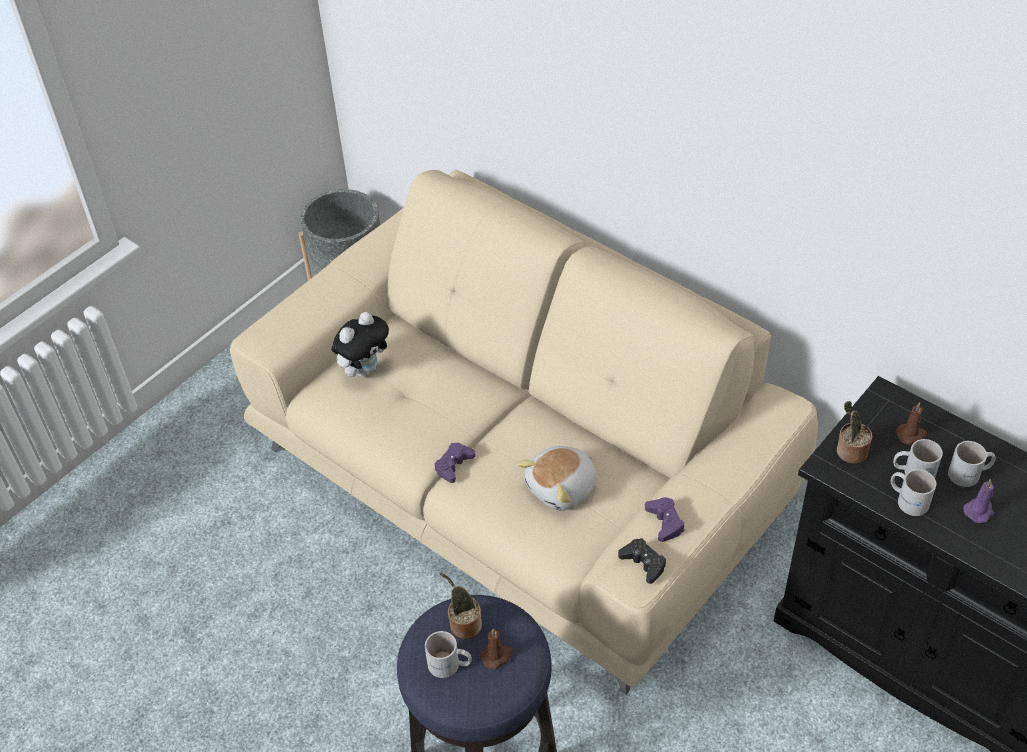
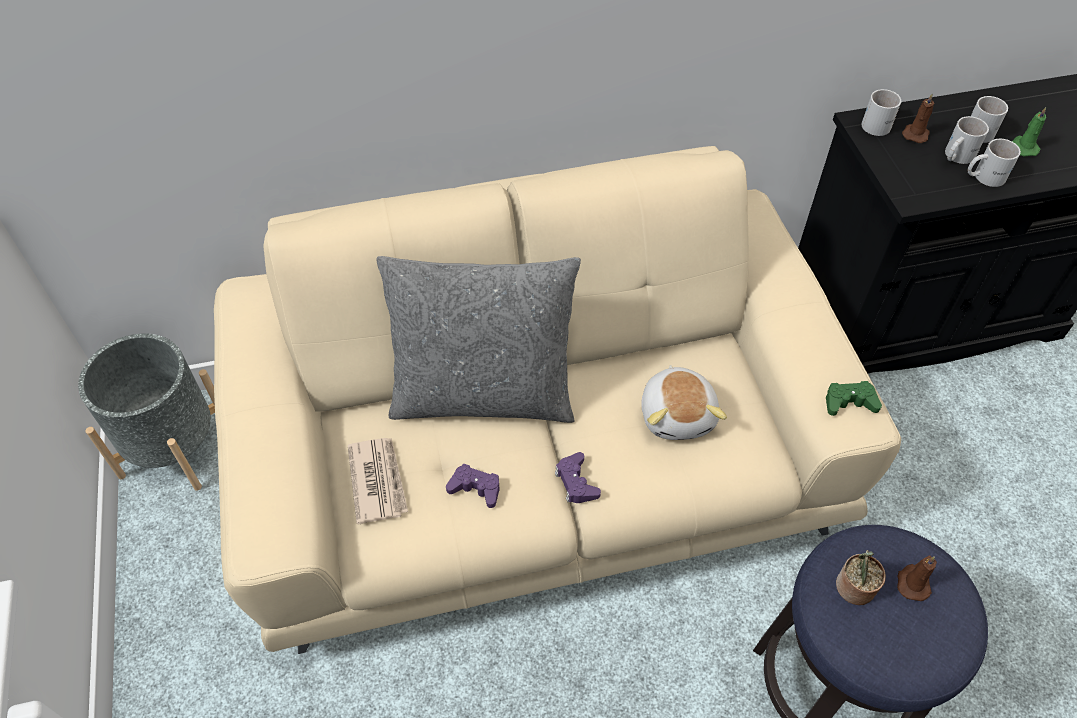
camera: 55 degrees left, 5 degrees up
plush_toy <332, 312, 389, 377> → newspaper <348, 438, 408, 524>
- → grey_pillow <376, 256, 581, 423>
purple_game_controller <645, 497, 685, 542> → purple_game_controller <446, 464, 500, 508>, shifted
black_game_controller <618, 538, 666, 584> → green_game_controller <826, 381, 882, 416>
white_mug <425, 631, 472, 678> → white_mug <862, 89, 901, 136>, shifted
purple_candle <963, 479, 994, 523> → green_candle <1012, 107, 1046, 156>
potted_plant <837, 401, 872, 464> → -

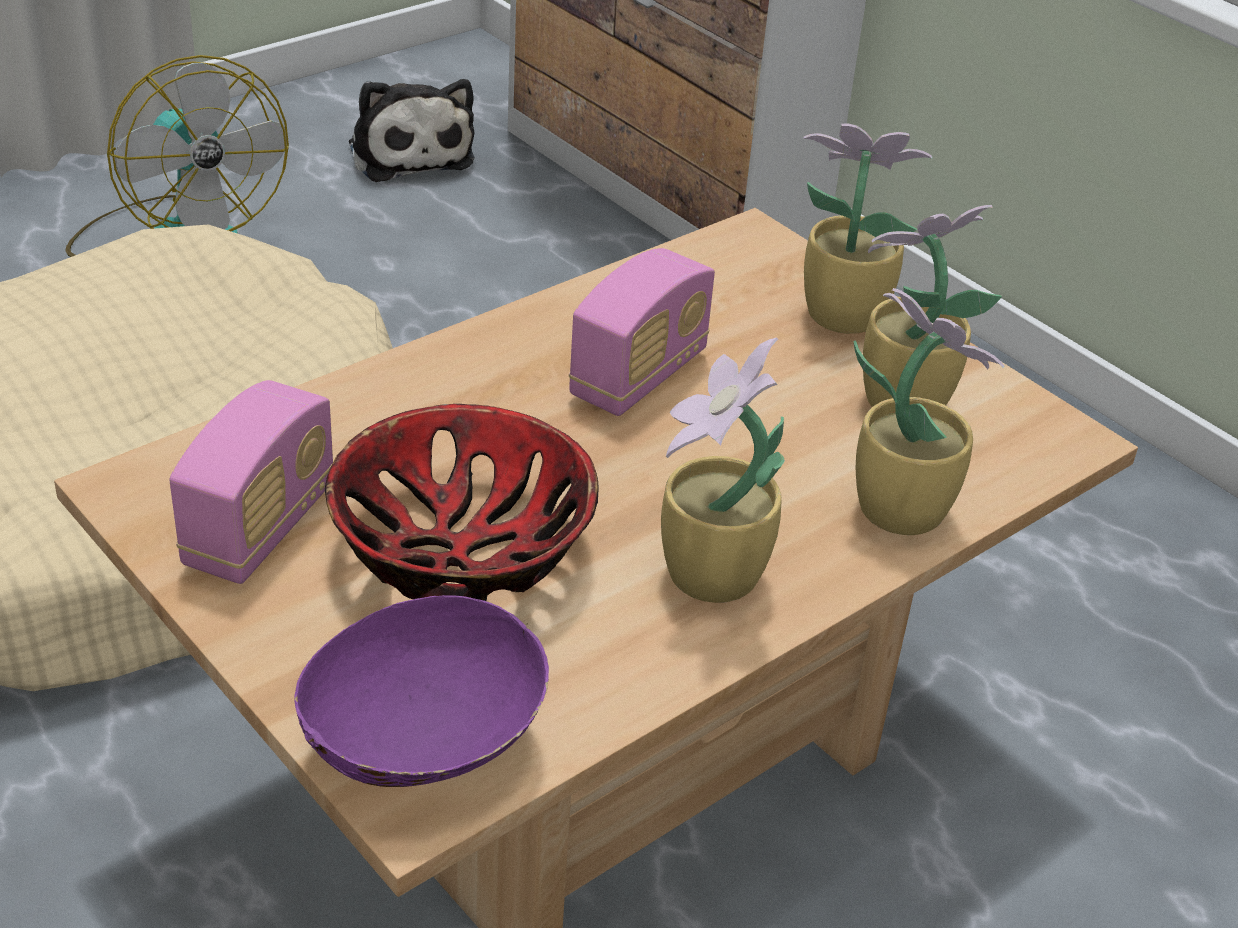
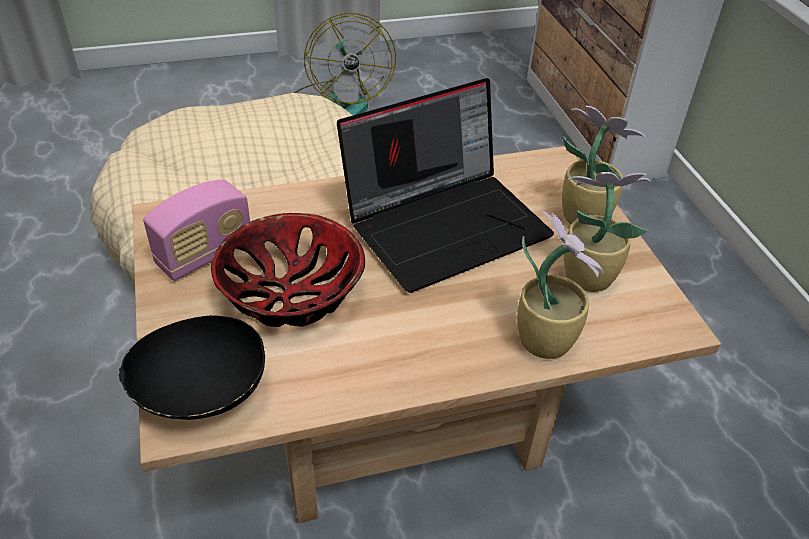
camera: 25 degrees right, 5 degrees up
purple_bowl <294, 595, 549, 787> → black_bowl <119, 315, 266, 420>
radio <569, 248, 715, 416> → laptop <337, 78, 554, 293>
plush_toy <349, 79, 475, 182> → -
potted_plant <661, 337, 785, 603> → -

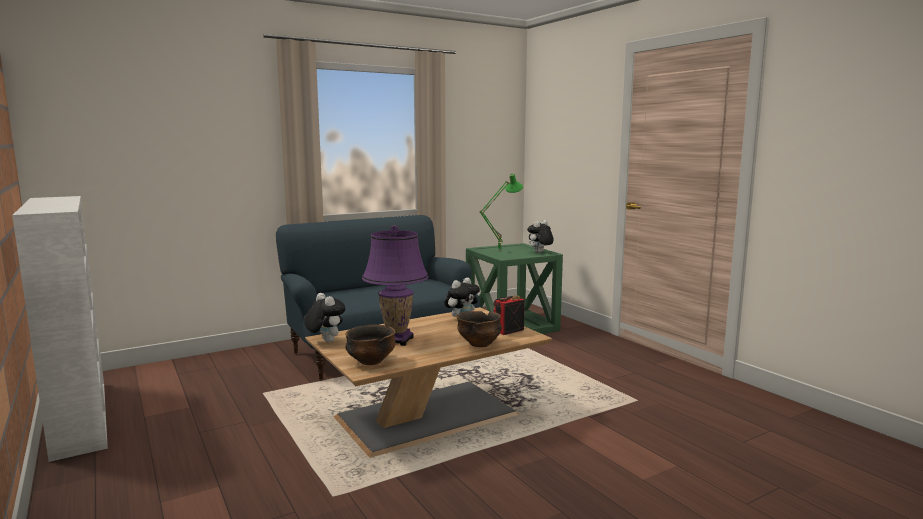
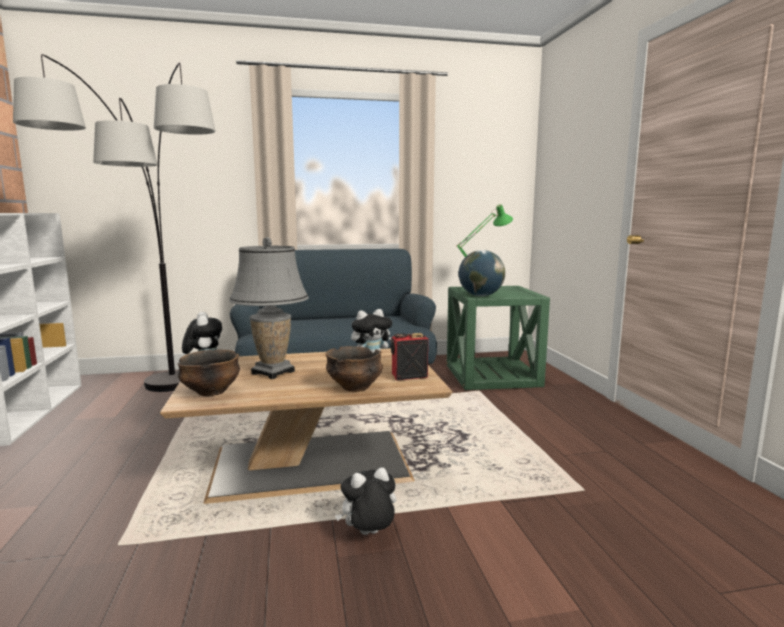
camera: 20 degrees right, 0 degrees up
- → floor_lamp <13, 54, 216, 392>
purple_table_lamp <362, 225, 429, 346> → grey_table_lamp <229, 237, 309, 379>
plush_toy <527, 220, 553, 253> → plush_toy <335, 467, 396, 535>, shifted
- → globe <459, 250, 505, 296>

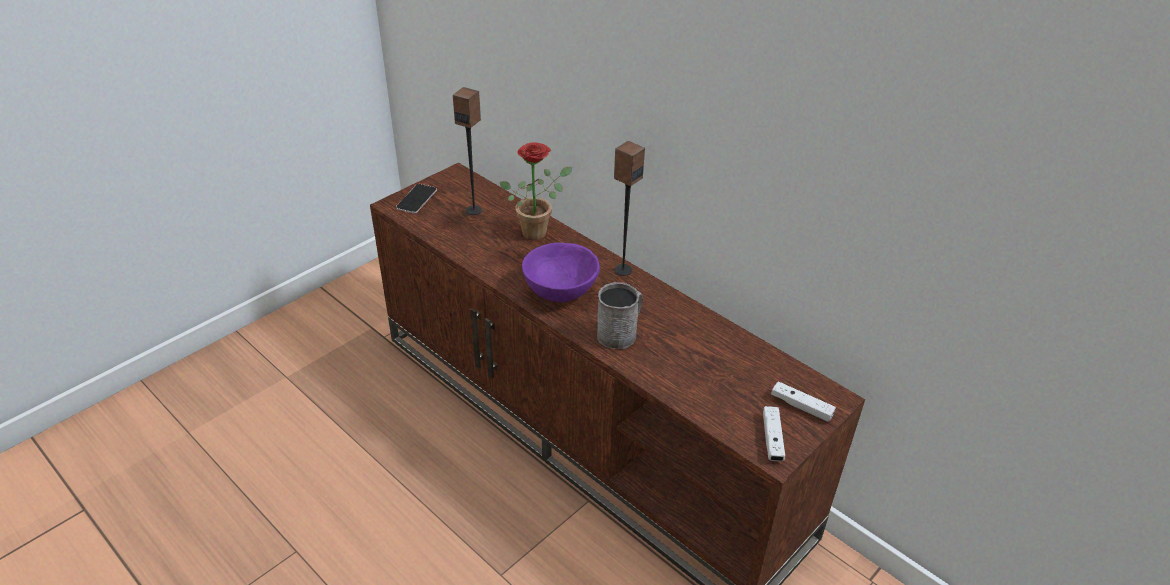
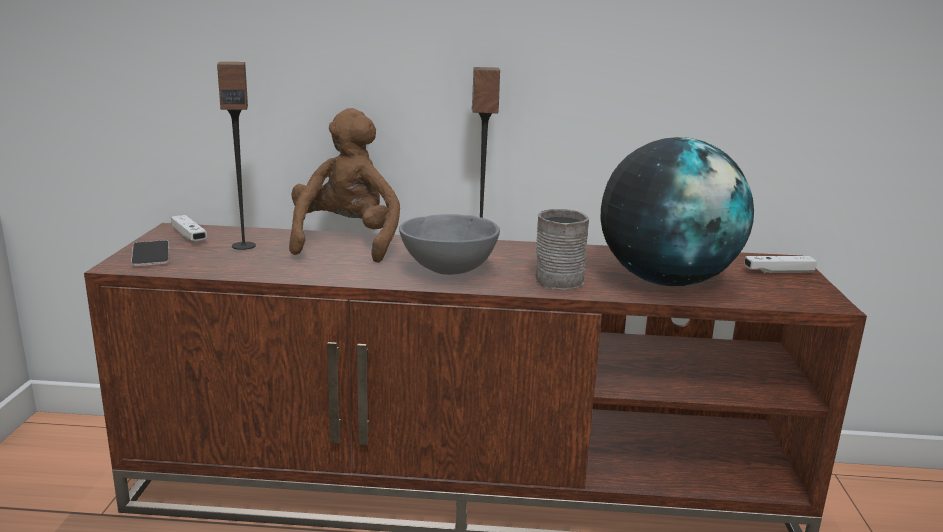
camera: 40 degrees left, 20 degrees down
white_game_controller <763, 406, 785, 461> → white_game_controller <171, 215, 207, 241>, shifted
potted_plant <500, 142, 572, 240> → brown_plush_toy <289, 108, 400, 263>
purple_bowl <522, 243, 600, 302> → grey_bowl <399, 214, 500, 275>
- → globe <601, 137, 754, 286>

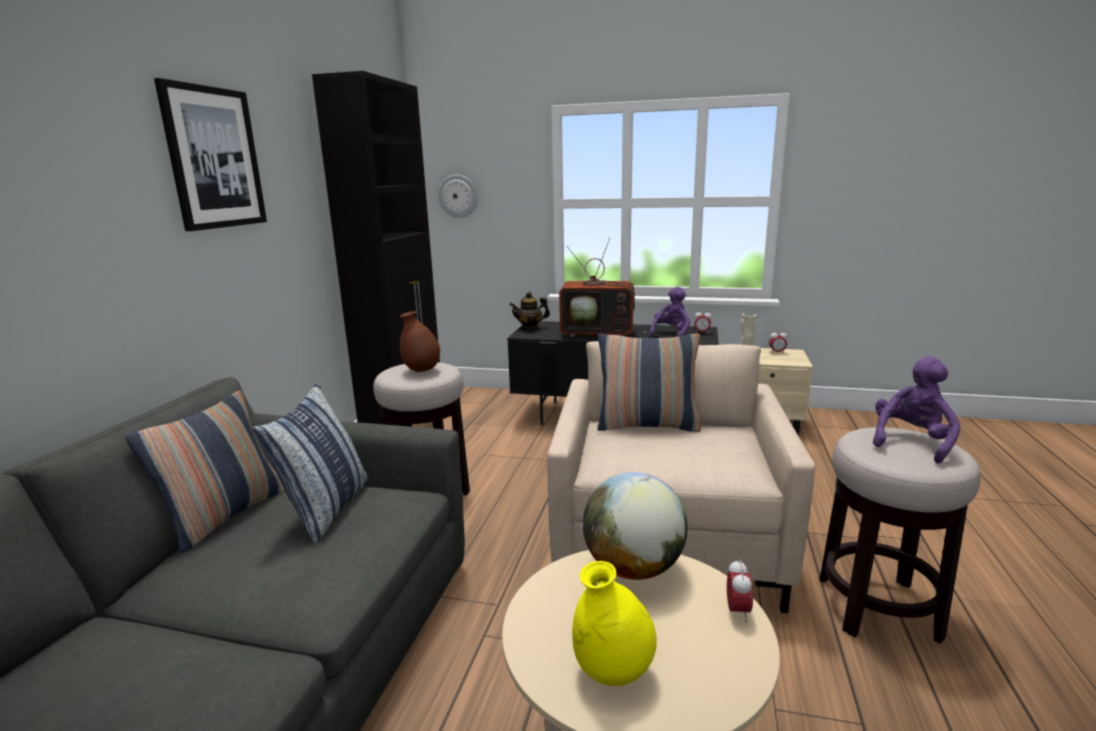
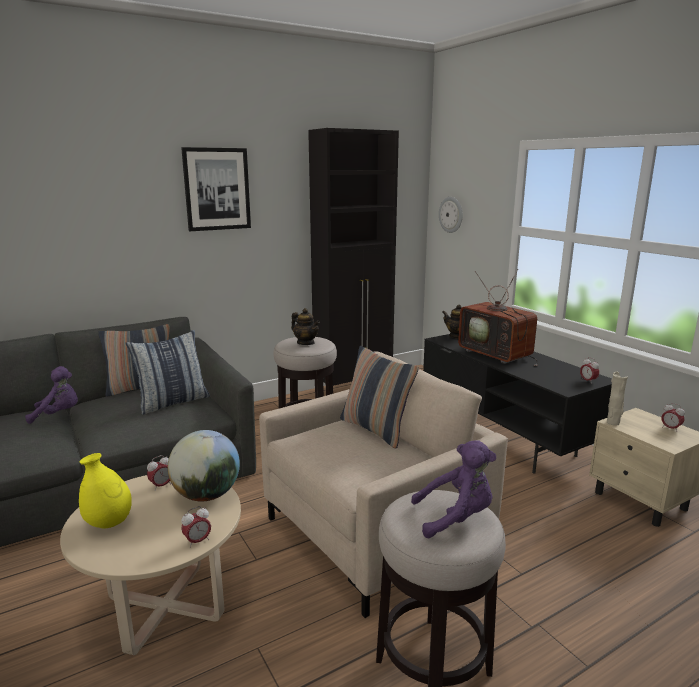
camera: 45 degrees right, 0 degrees up
purple_plush_toy <649, 287, 690, 337> → purple_plush_toy <25, 366, 78, 424>, shifted
- → alarm_clock <147, 455, 171, 491>
brown_vase <400, 311, 440, 372> → teapot <291, 308, 320, 345>

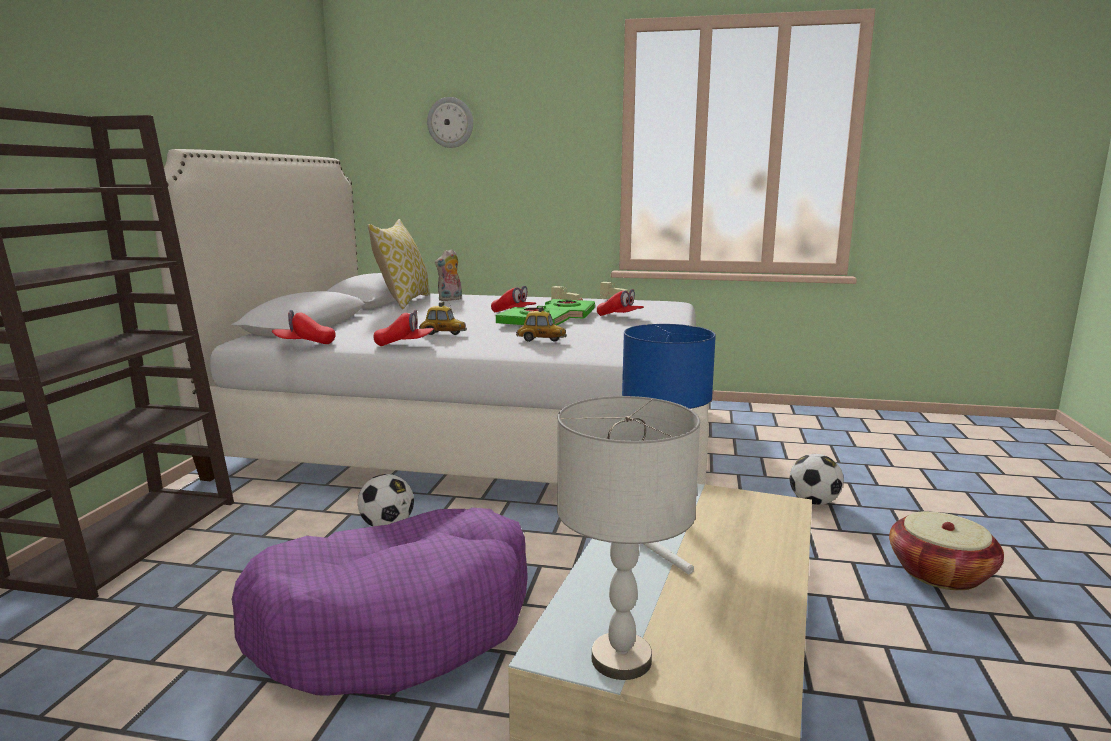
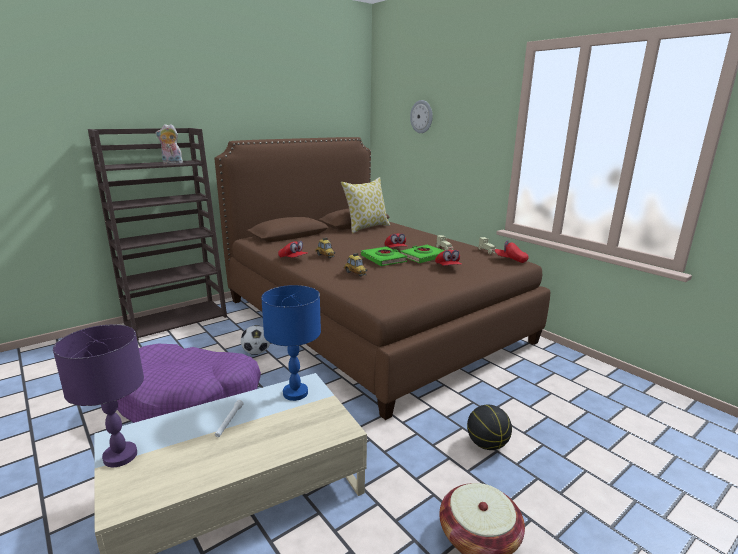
camera: 40 degrees right, 5 degrees up
grey_table_lamp <557, 396, 700, 680> → purple_table_lamp <53, 324, 144, 467>
plush_toy <435, 249, 462, 301> → plush_toy <155, 124, 183, 164>, shifted
white_bed <149, 149, 708, 485> → brown_bed <215, 137, 550, 420>
football <789, 454, 844, 505> → basketball <467, 405, 512, 450>
red_cap <272, 310, 336, 344> → red_cap <495, 240, 529, 263>, shifted

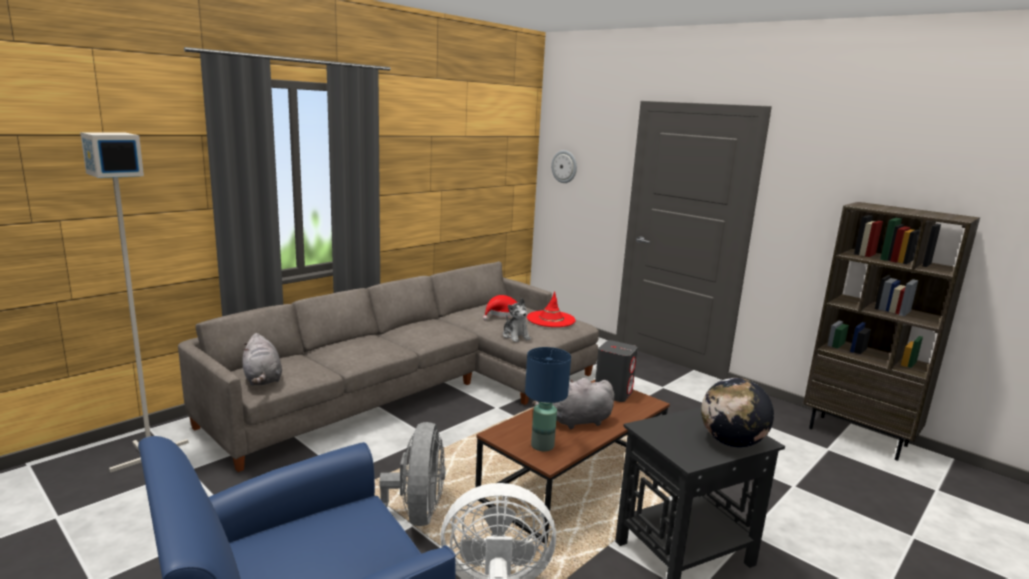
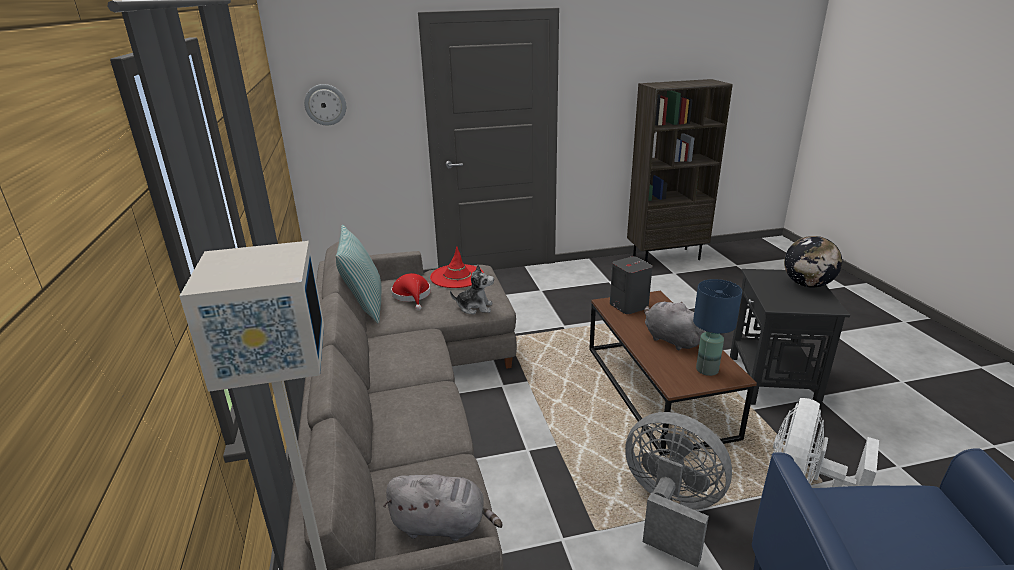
camera: 55 degrees left, 10 degrees up
- → pillow <336, 225, 381, 323>
grey_plush_toy <533, 378, 615, 429> → grey_plush_toy <644, 302, 706, 350>, 120 degrees clockwise

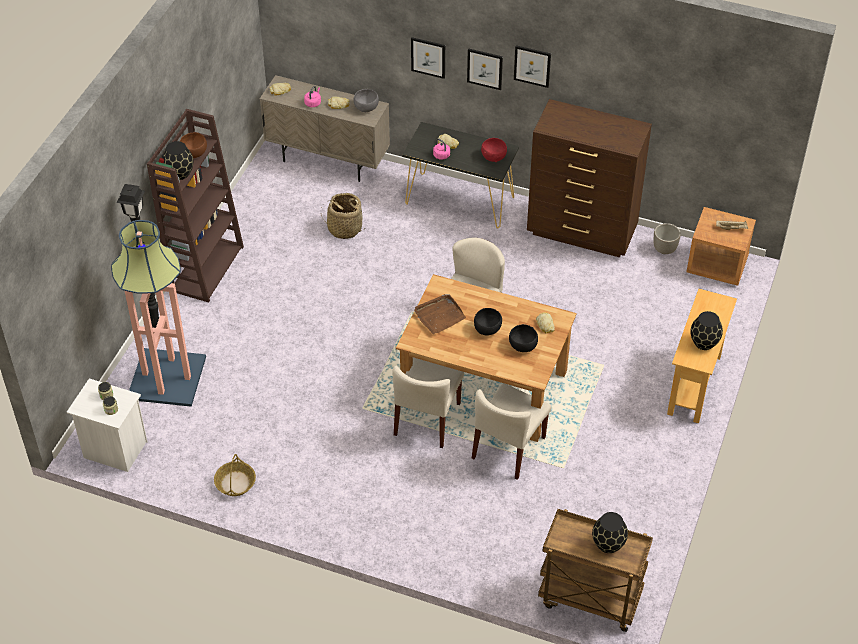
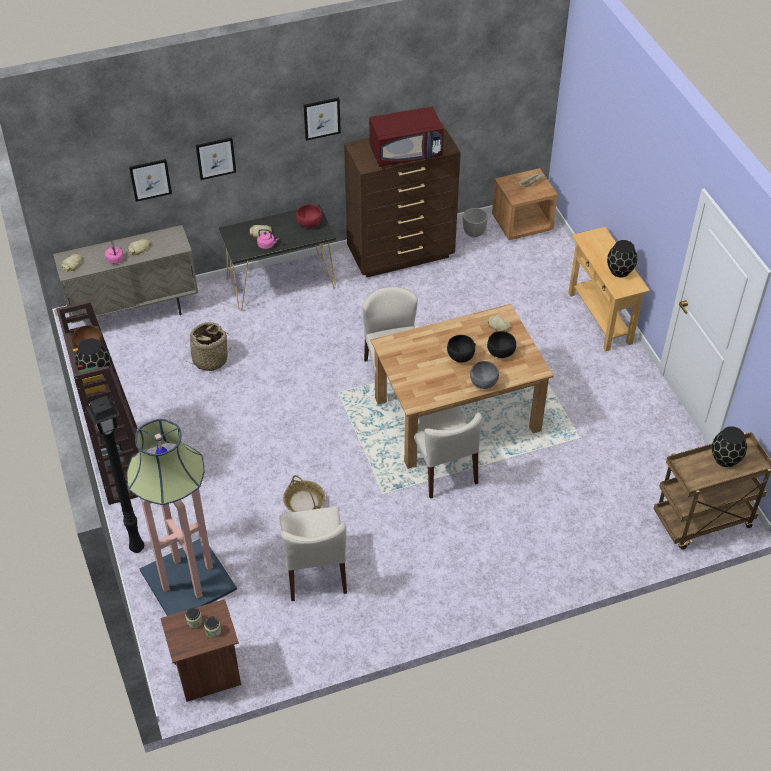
camera: 40 degrees left, 0 degrees up
picture <467, 48, 503, 90> → picture <129, 159, 172, 202>, shifted
white_nightstand <67, 379, 148, 472> → brown_nightstand <160, 599, 241, 702>
beige_chair <472, 384, 551, 480> → beige_chair <279, 507, 347, 601>, shifted
basket <214, 454, 256, 496> → basket <283, 475, 325, 512>, shifted
- → red_microwave <369, 107, 444, 167>
grey_bowl <354, 89, 379, 112> → grey_bowl <470, 361, 499, 389>, shifted
brown_tray <414, 294, 466, 334> → -

